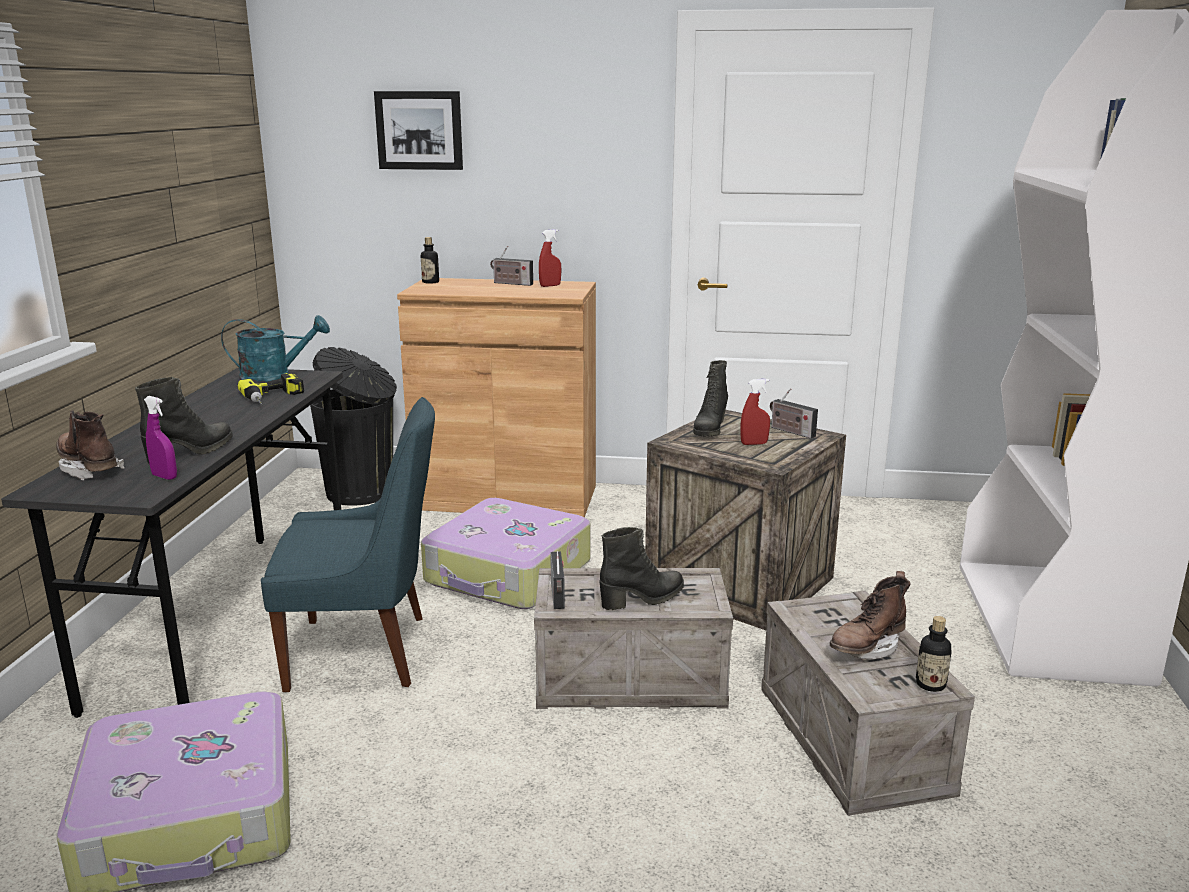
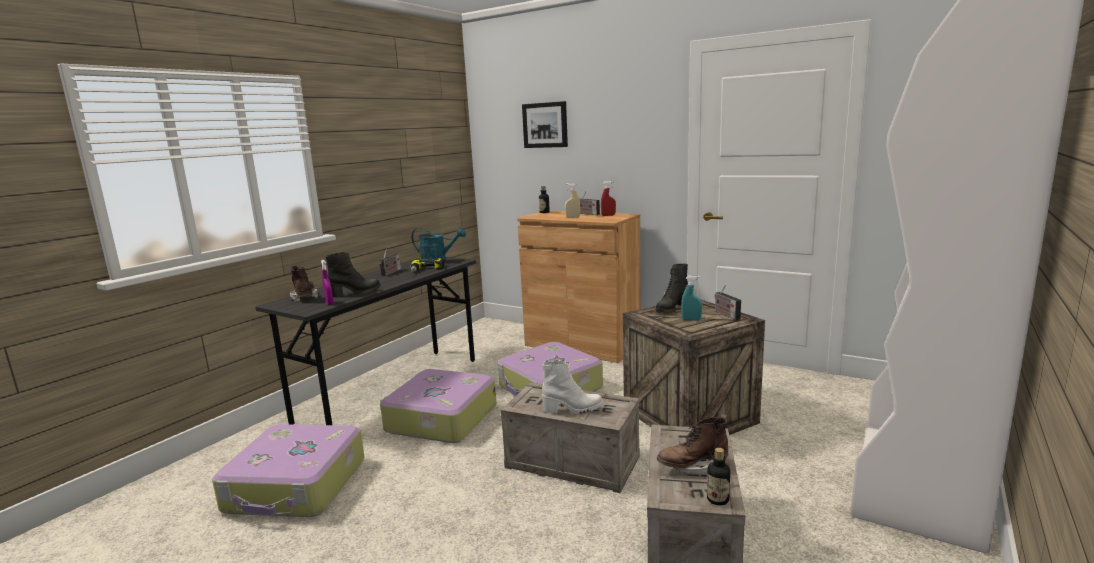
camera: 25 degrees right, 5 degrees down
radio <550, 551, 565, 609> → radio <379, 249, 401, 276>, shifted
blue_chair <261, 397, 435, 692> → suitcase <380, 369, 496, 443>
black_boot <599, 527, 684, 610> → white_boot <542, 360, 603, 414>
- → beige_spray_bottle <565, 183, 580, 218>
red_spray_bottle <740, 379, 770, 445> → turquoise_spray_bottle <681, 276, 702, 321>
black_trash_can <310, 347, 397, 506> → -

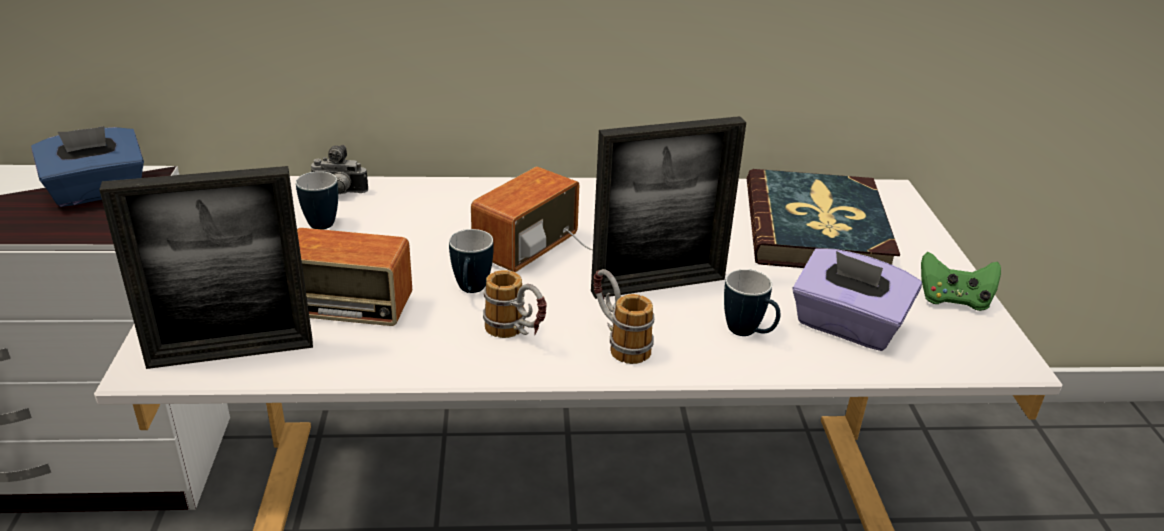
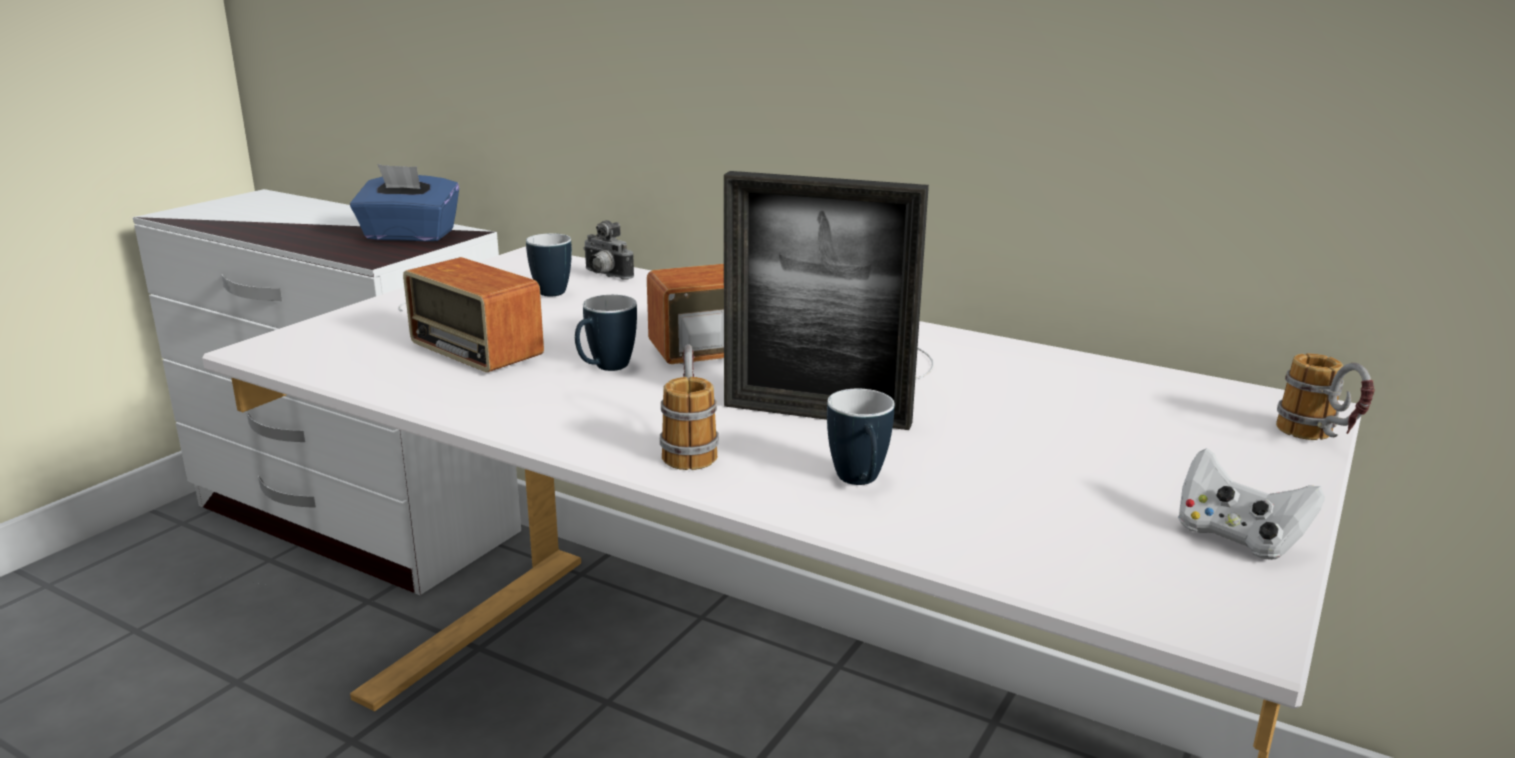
camera: 35 degrees right, 10 degrees down
green_game_controller <921, 252, 1001, 311> → white_game_controller <1178, 448, 1325, 560>
mug <483, 270, 547, 338> → mug <1276, 353, 1375, 440>, shifted
picture_frame <99, 166, 313, 369> → -
book <747, 169, 900, 268> → -
purple_tissue_box <792, 248, 922, 351> → -

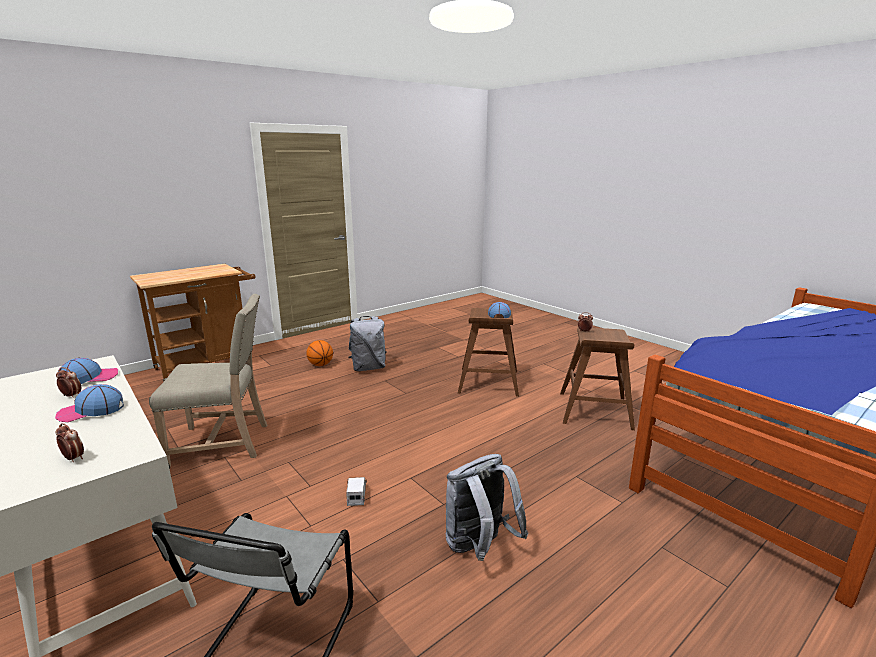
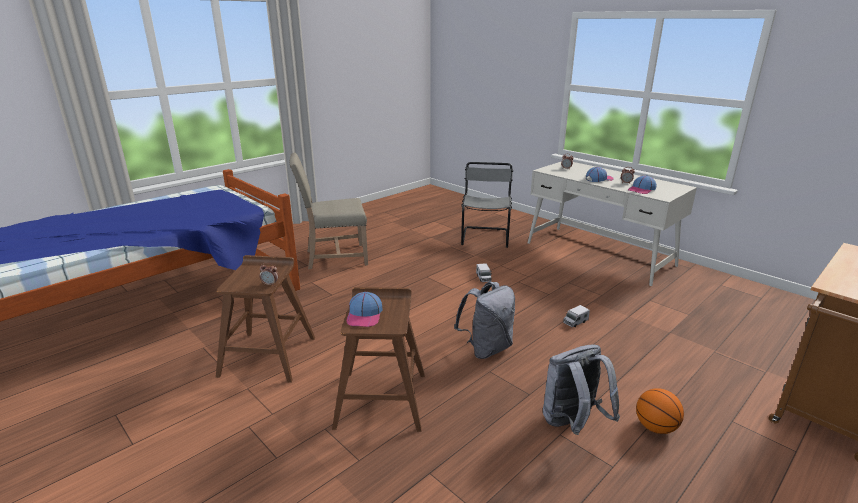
camera: 175 degrees right, 5 degrees up
beige_chair <149, 294, 267, 467> → beige_chair <289, 153, 368, 269>, shifted
grey_backpack <446, 454, 528, 561> → grey_backpack <454, 282, 515, 359>, shifted
- → toy_truck <563, 305, 590, 327>

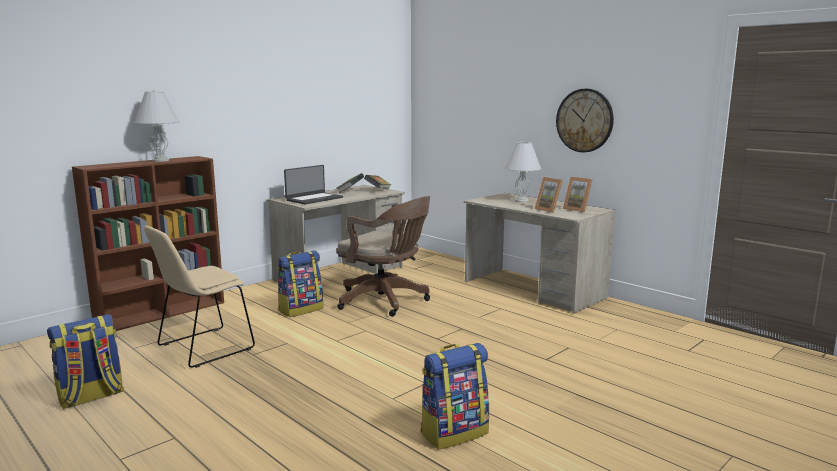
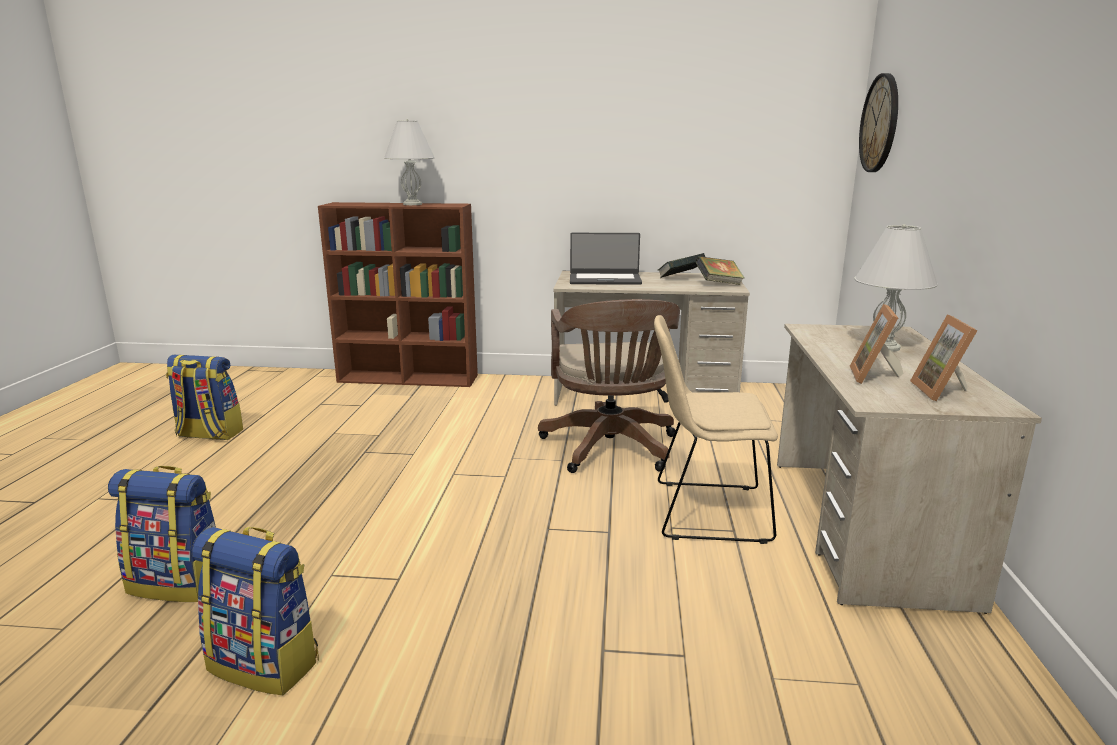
camera: 50 degrees right, 5 degrees up
backpack <277, 250, 323, 317> → backpack <108, 466, 216, 602>, shifted
beige_chair <144, 226, 255, 368> → beige_chair <654, 315, 778, 544>, shifted
wall_clock <556, 89, 614, 152> → wall_clock <859, 73, 898, 172>, shifted

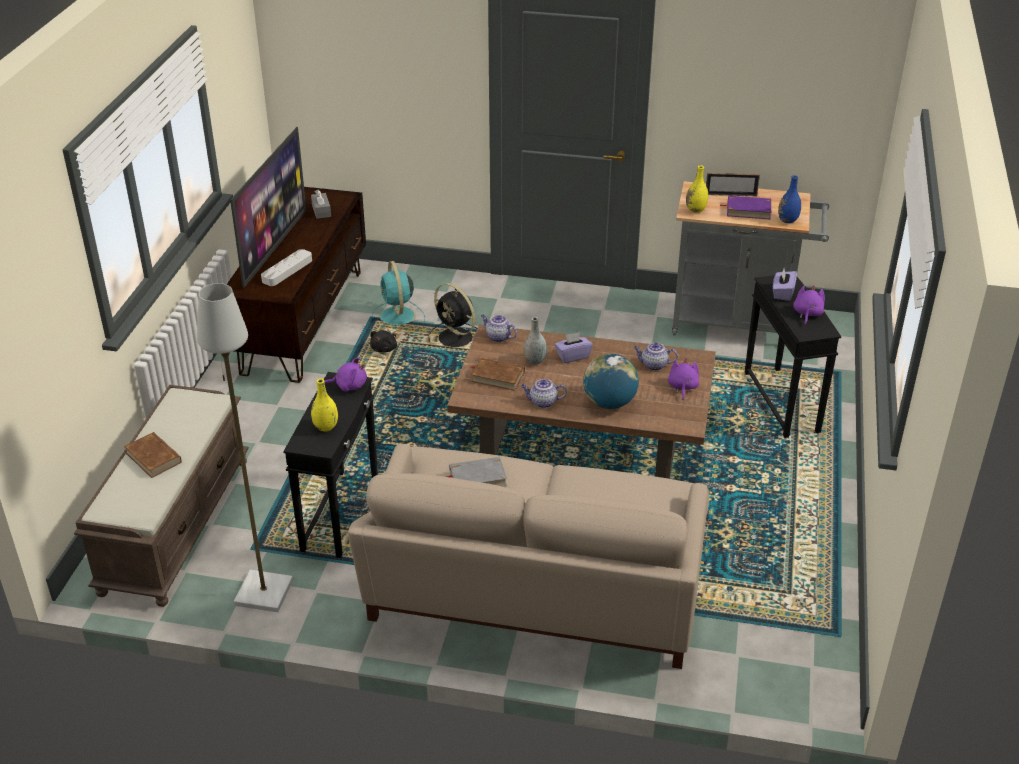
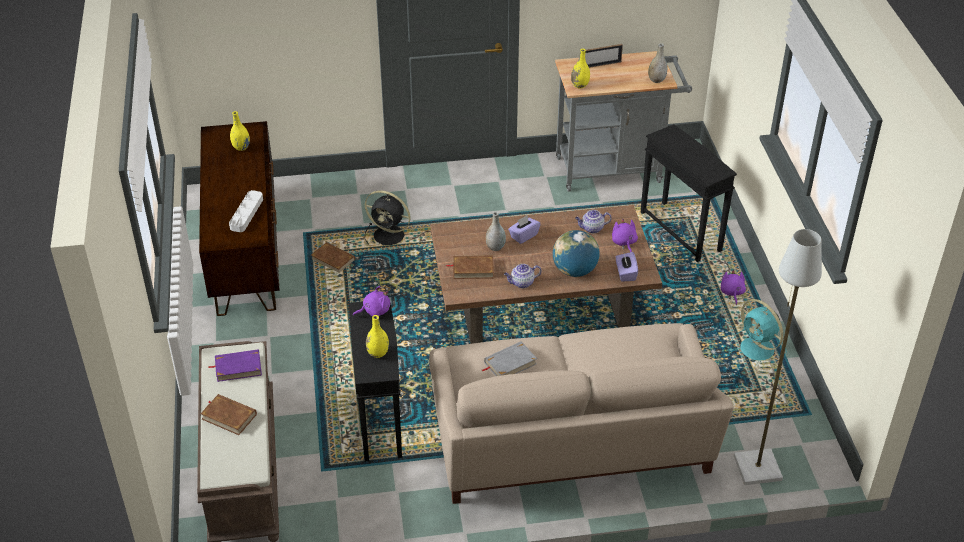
camera: 20 degrees left, 5 degrees up
purple_book <719, 196, 771, 219> → purple_book <208, 349, 262, 382>, shifted
grey_tissue_box <311, 190, 331, 219> → yellow_vase <230, 111, 250, 151>
black_plush_toy <370, 330, 397, 353> → brown_book <311, 242, 355, 273>
purple_tissue_box <773, 269, 797, 301> → purple_tissue_box <616, 252, 638, 282>, shifted
blue_vase <778, 175, 801, 223> → grey_vase <648, 43, 667, 83>
purple_plush_toy <793, 285, 825, 325> → purple_plush_toy <721, 269, 746, 305>, shifted
turquoise_fan <372, 261, 425, 325> → turquoise_fan <730, 299, 787, 361>, shifted
grey_floor_lamp <197, 283, 293, 612> → grey_floor_lamp <734, 229, 822, 485>, shifted
television <230, 127, 306, 288> → -
teapot <481, 315, 517, 342> → -

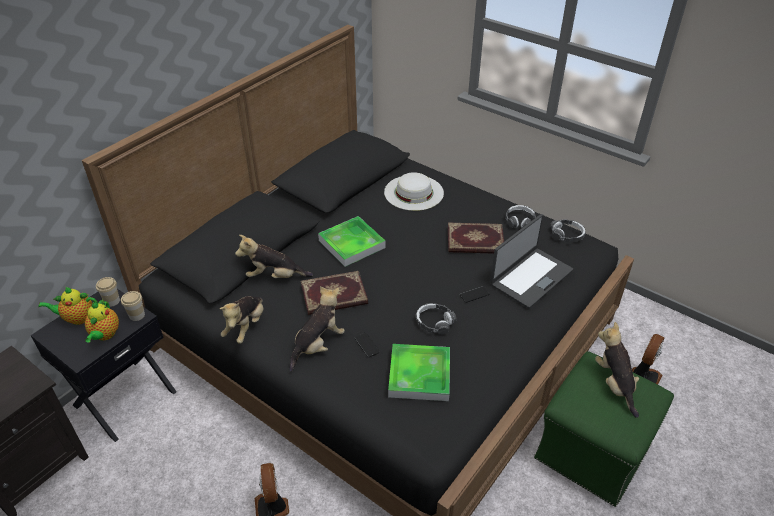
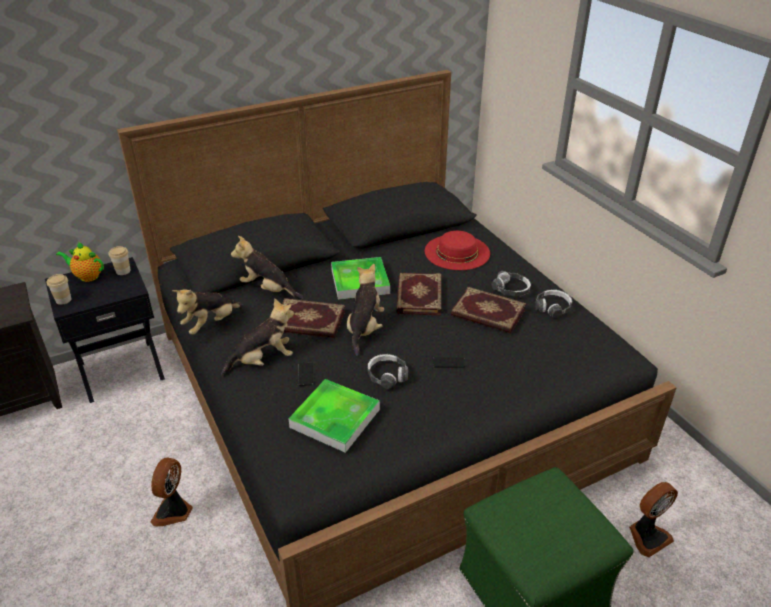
camera: 25 degrees right, 5 degrees down
cup <121, 291, 145, 321> → cup <47, 274, 71, 305>, shifted
plush_toy <595, 322, 639, 418> → plush_toy <347, 264, 384, 356>, shifted
- → book <396, 273, 441, 316>
white_hat <384, 172, 444, 211> → red_hat <425, 231, 490, 270>
headphones <550, 219, 585, 243> → headphones <492, 271, 531, 296>, shifted
teapot <85, 299, 119, 343> → -
laptop <490, 214, 573, 309> → -

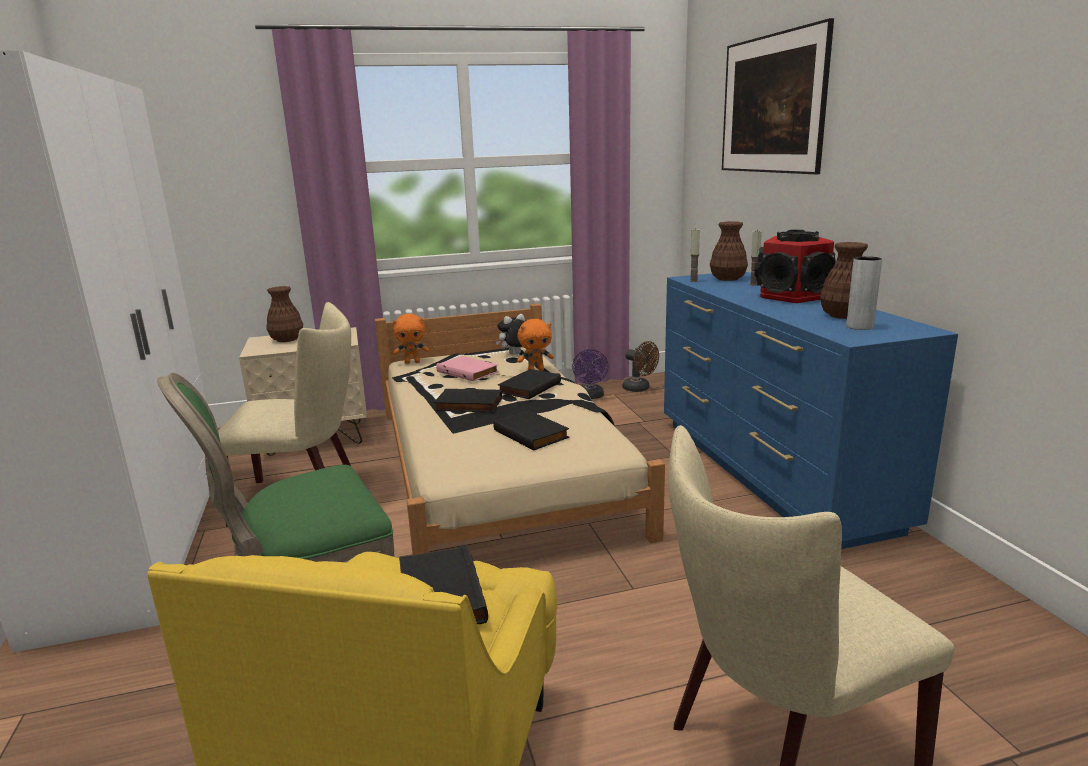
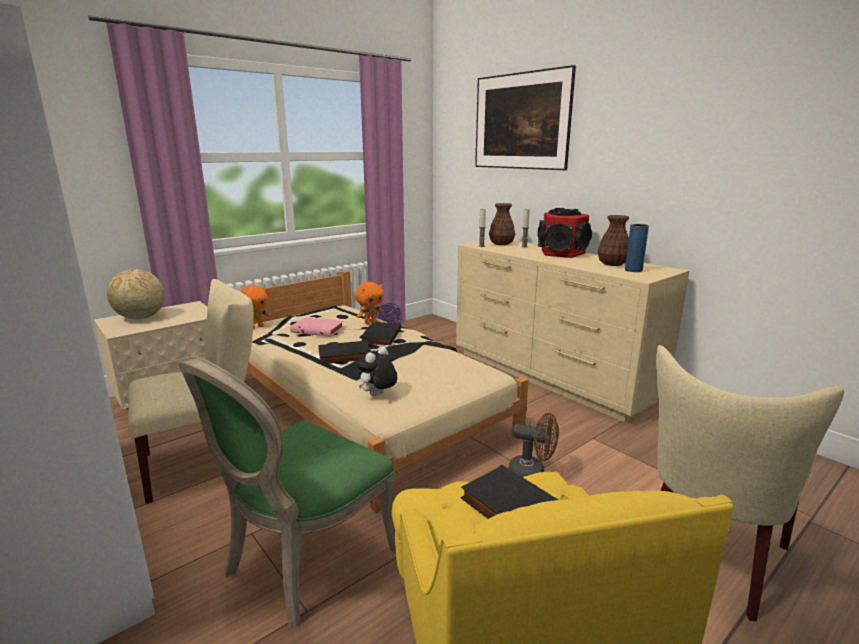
camera: 25 degrees left, 0 degrees up
brown_vase <266, 286, 303, 342> → globe <107, 269, 165, 319>
plush_toy <496, 314, 526, 355> → plush_toy <356, 346, 397, 396>, shifted
blue_dresser <664, 272, 958, 549> → beige_dresser <456, 240, 689, 422>
brown_fan <623, 341, 659, 392> → brown_fan <509, 413, 559, 477>, shifted
grey_vase <846, 256, 882, 330> → blue_vase <625, 224, 649, 272>
black_book <493, 410, 569, 450> → -

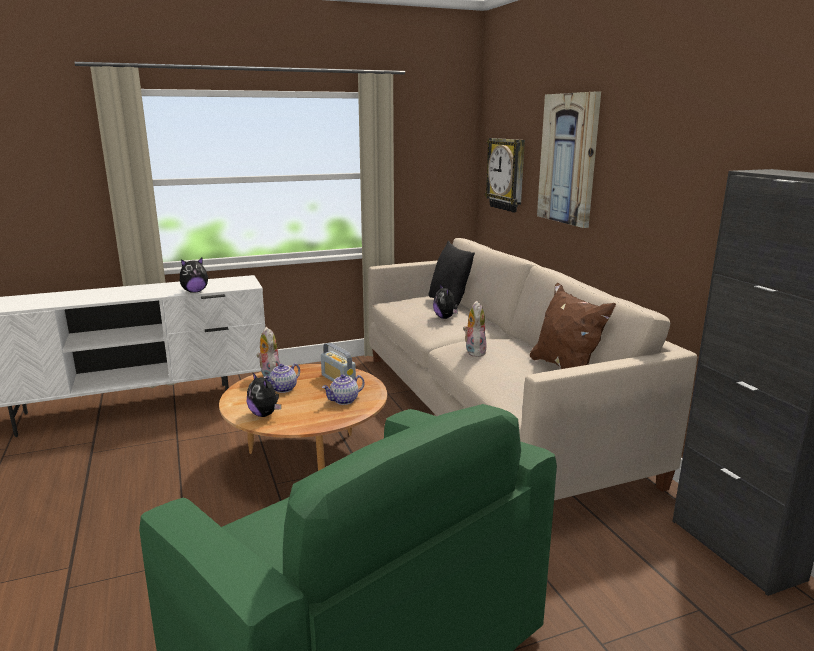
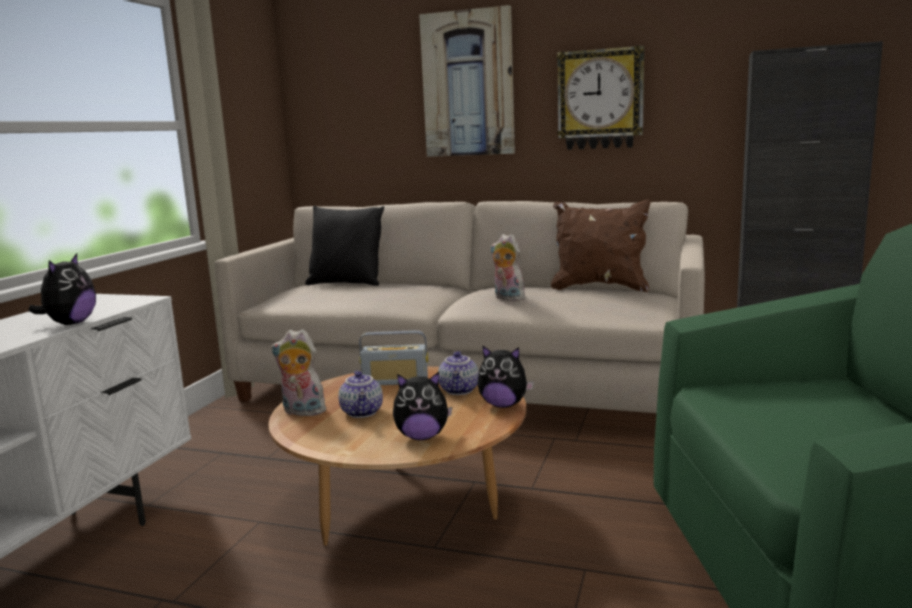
camera: 50 degrees left, 5 degrees down
plush_toy <433, 284, 458, 319> → plush_toy <478, 345, 534, 408>, shifted
wall_clock <485, 138, 525, 213> → wall_clock <557, 45, 644, 150>, shifted

